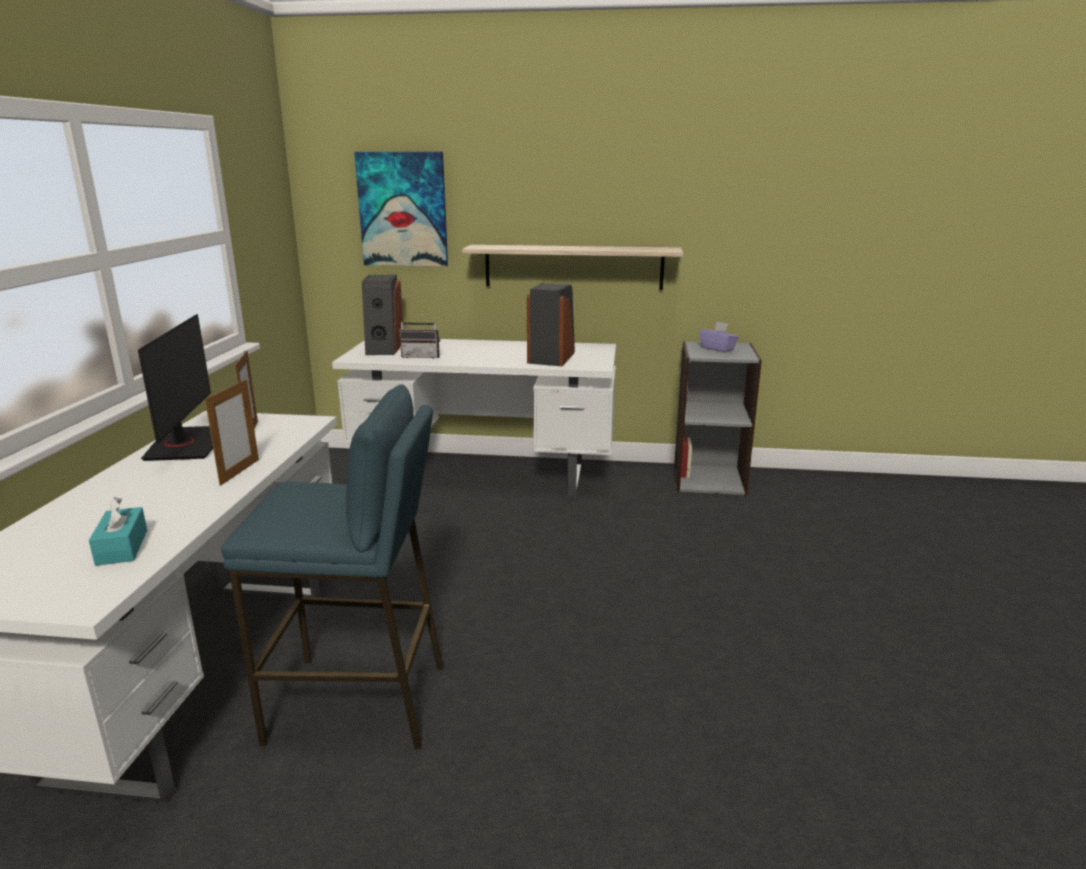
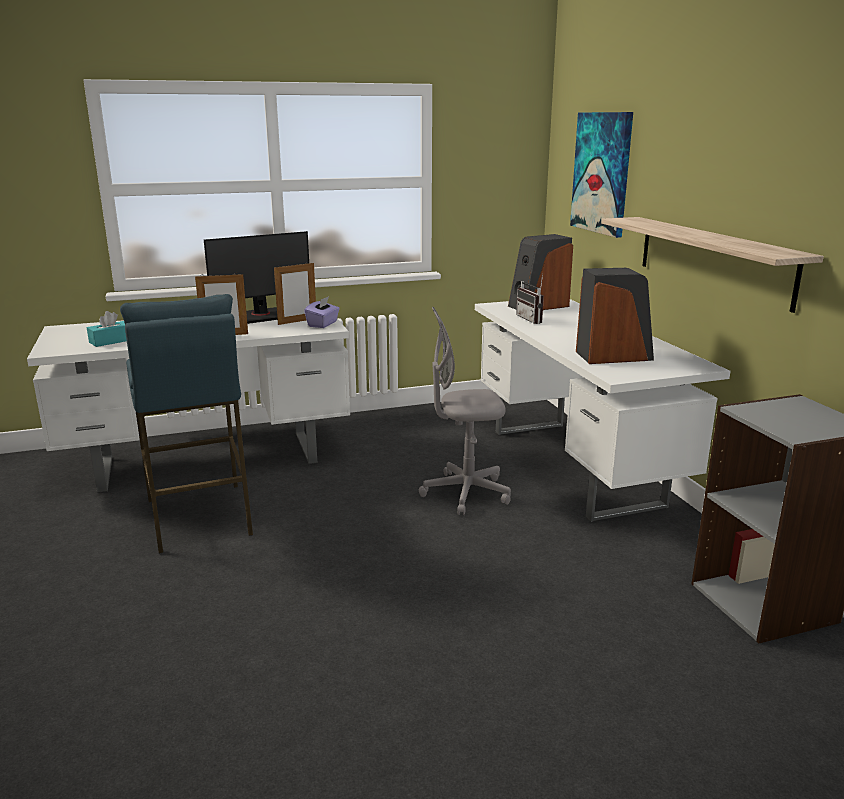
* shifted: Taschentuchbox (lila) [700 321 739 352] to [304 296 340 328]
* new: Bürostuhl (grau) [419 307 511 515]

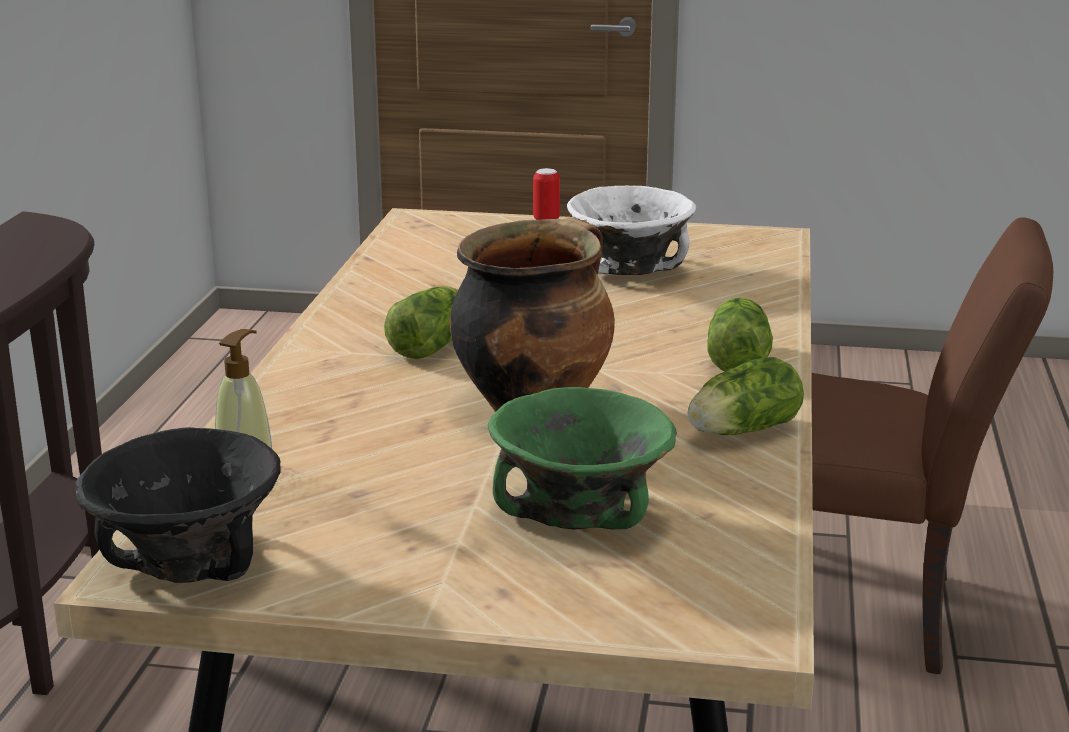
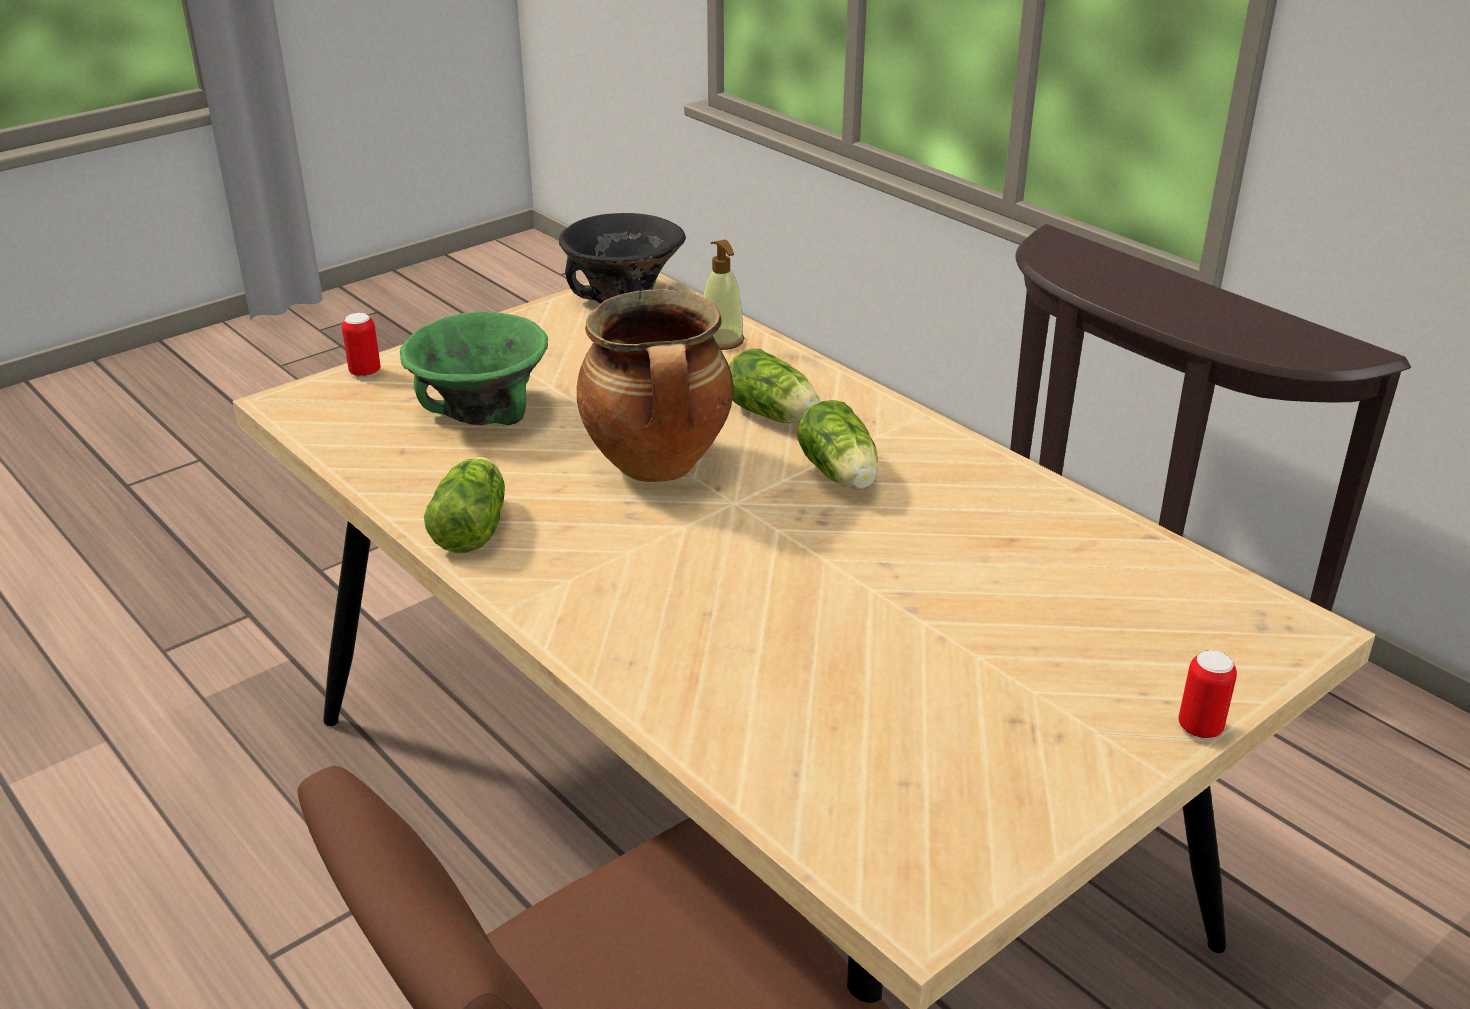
* new: Dose [342 313 381 377]
* shifted: Salatkopf [707 297 773 371] to [729 348 820 423]
* gone: Schüssel (weiß) [567 186 696 275]

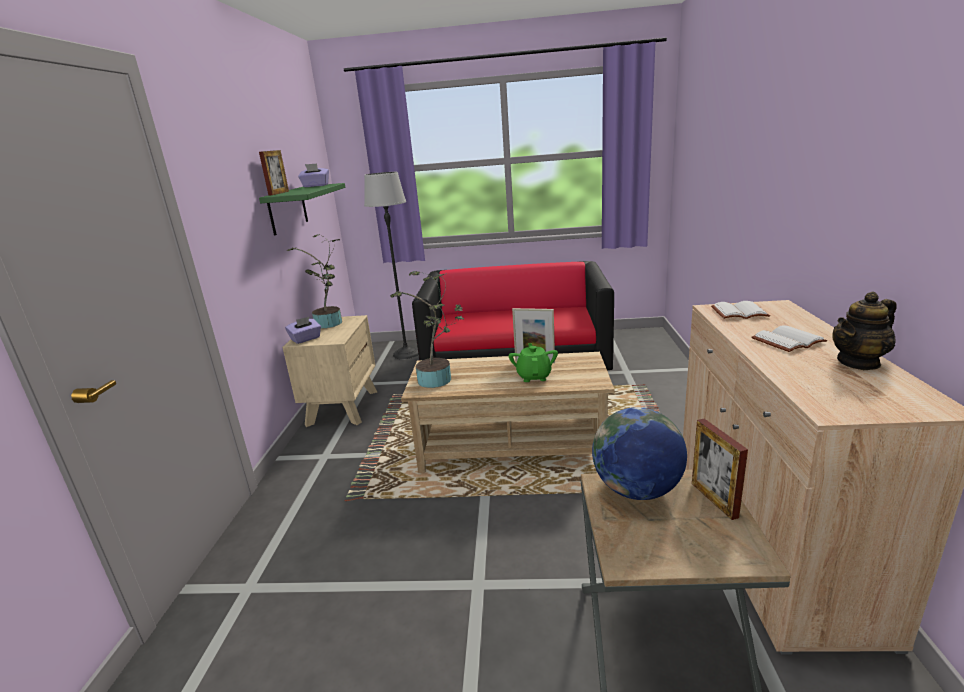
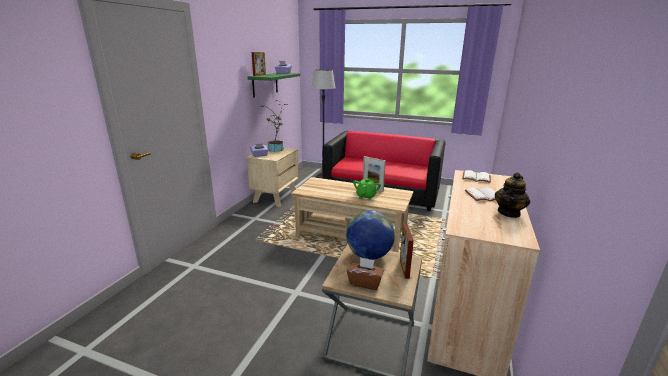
* new: Taschentuchbox (braun) [347 257 384 290]
* rotated: Teekanne [833 292 897 370] = [495 172 530 218] 45 degrees counterclockwise
* gone: Topfpflanze [390 271 465 388]

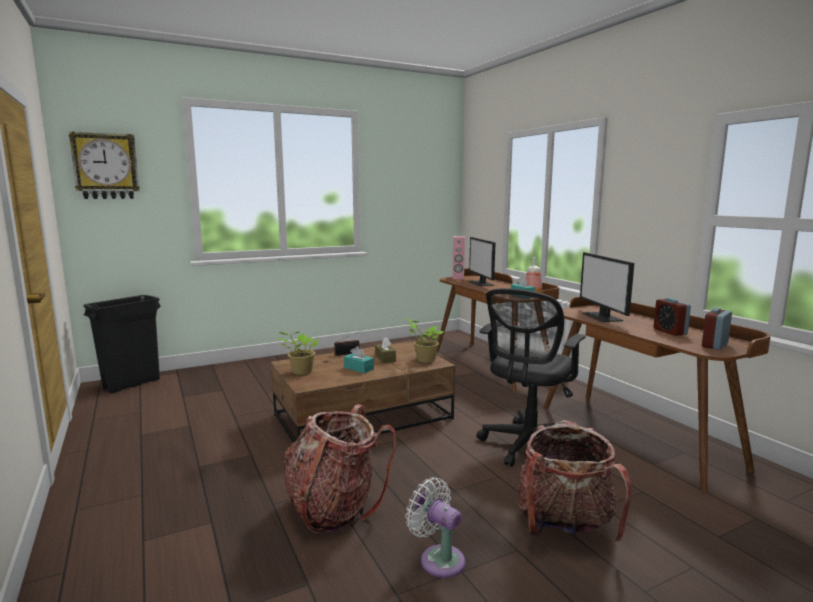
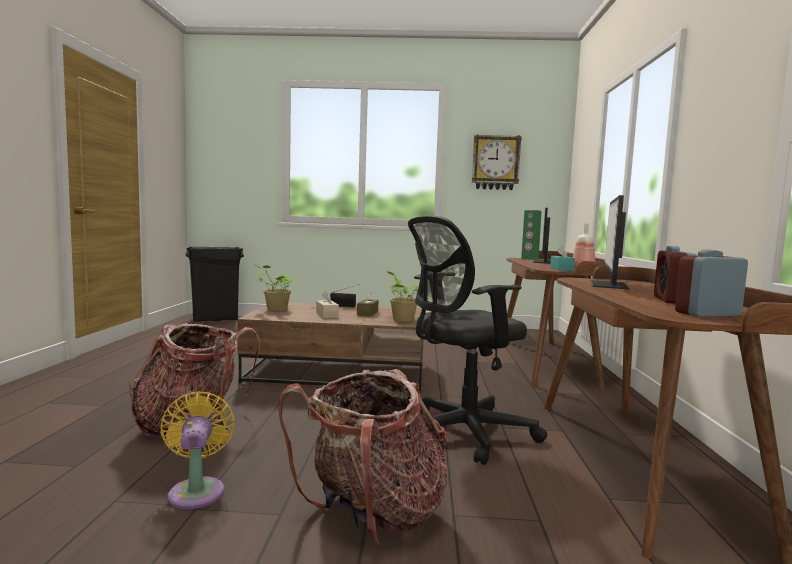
* repainted: Ventilator (weiß) [406 477 465 578] to Ventilator (gelb) [160 392 235 509]
* repainted: Taschentuchbox (türkis) [344 346 374 373] to Taschentuchbox (beige) [316 290 339 318]
* shifted: Wanduhr [69 132 140 199] to [472 134 522 190]
* repainted: Lautsprecher (rosa) [452 236 465 279] to Lautsprecher (grün) [521 210 542 260]

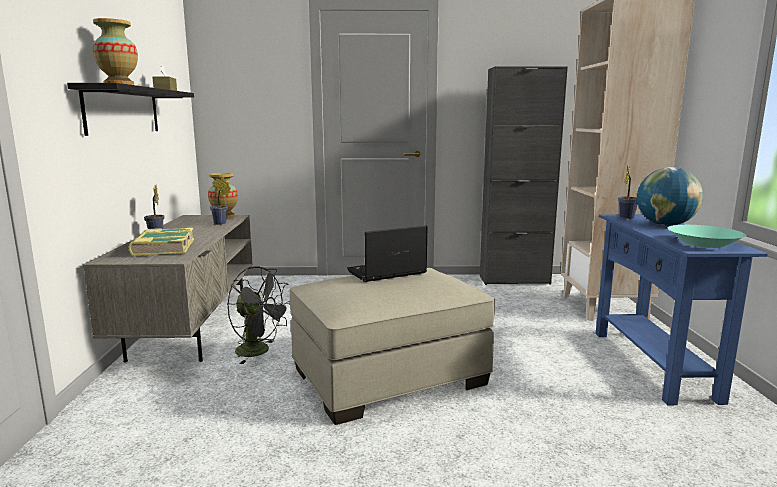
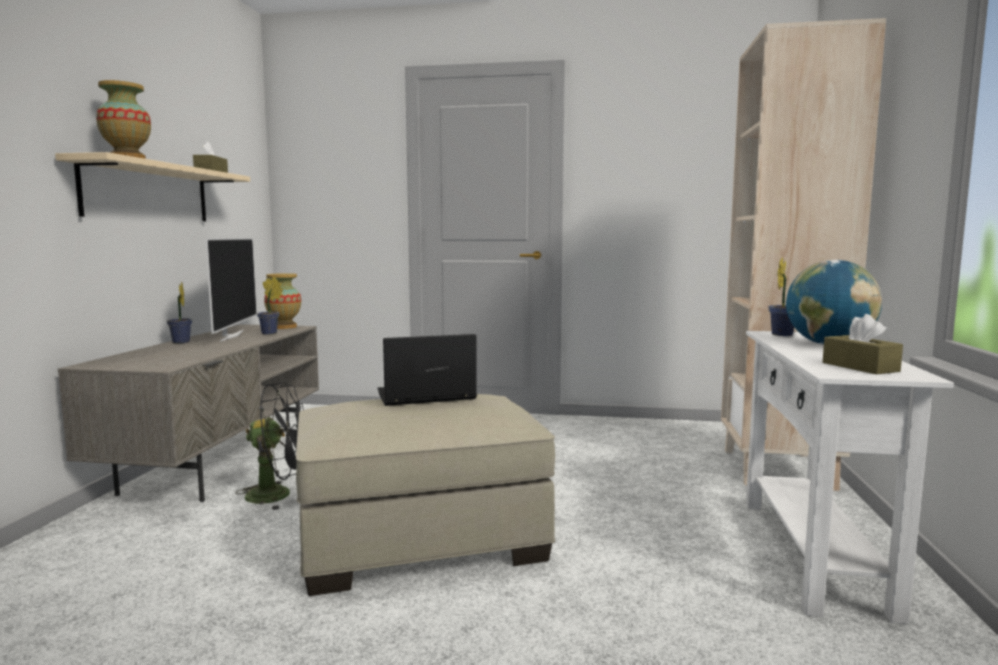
* repainted: Wandregal (schwarz) [67 83 194 136] to Wandregal (beige) [55 152 250 221]
* new: Fernseher [205 238 257 342]
* rotated: Ventilator (schwarz) [228 266 289 364] = [235 382 304 510] 45 degrees counterclockwise
* repainted: Konsolentisch (blau) [596 214 768 405] to Konsolentisch (weiß) [746 331 954 624]
* swapped: Schüssel (türkis) [668 225 746 248] to Taschentuchbox (braun) [823 314 903 375]
* gone: Buch [128 228 194 257]
* gone: Schrank (schwarz) [480 66 568 285]

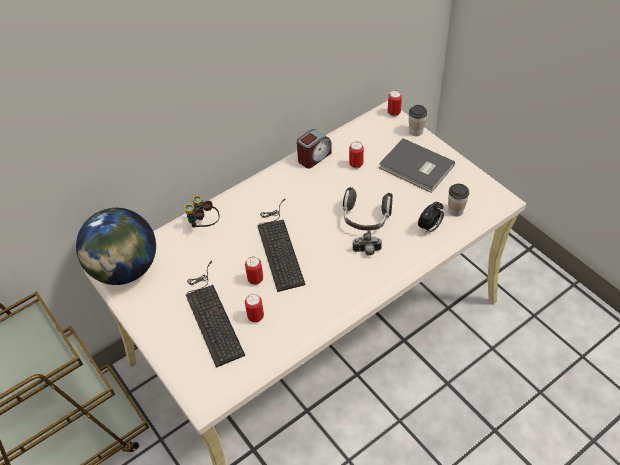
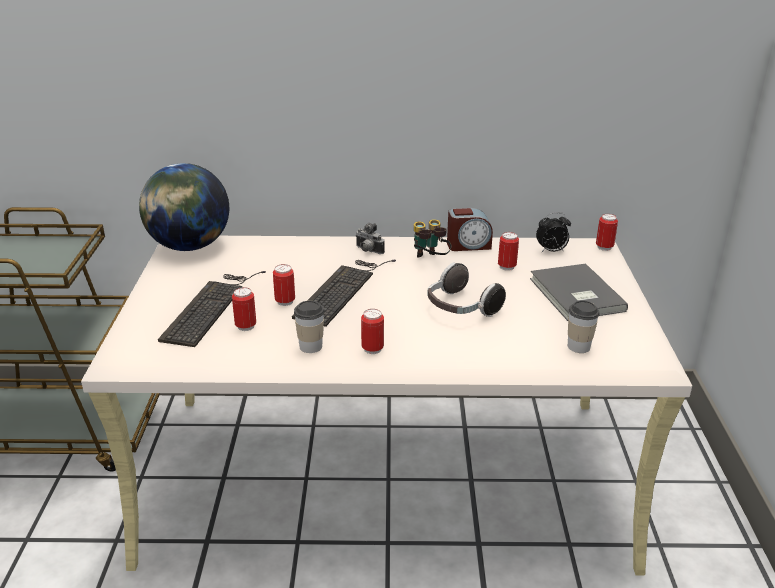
* shifted: Tasse [409 105 427 136] to [294 300 324 353]
* shifted: Kamera [353 230 382 256] to [355 223 385 254]
* new: Dose [361 309 384 354]
* shifted: Fernglas [184 196 220 228] to [414 219 452 257]
* shifted: Wecker [418 201 444 234] to [536 212 571 252]

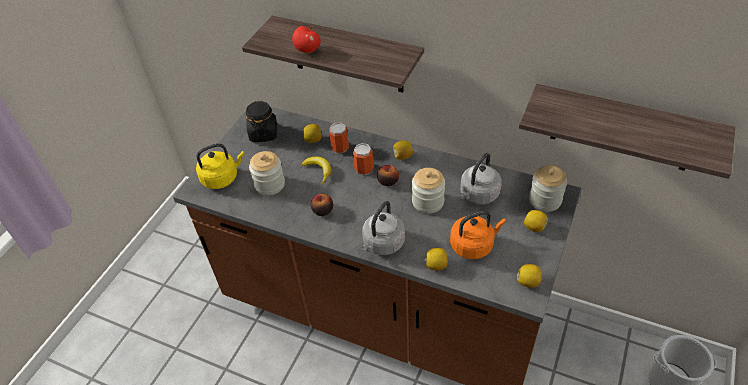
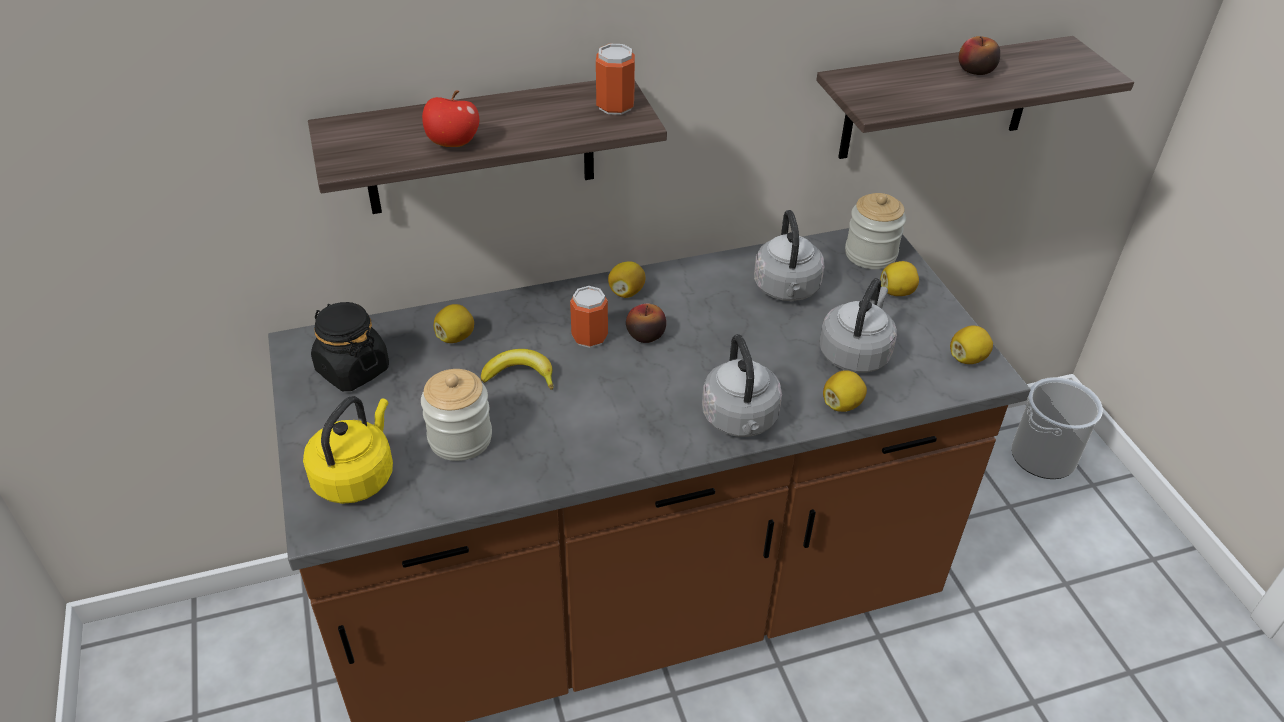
* shifted: Dose [329 122 349 153] to [596 44 635 115]
* repainted: Wasserkessel (orange) [450 210 506 259] to Wasserkessel (grau) [820 278 897 373]
* shifted: Apfel [311 194 333 216] to [959 36 1000 75]
* gone: Vorratsglas [412 168 445 214]

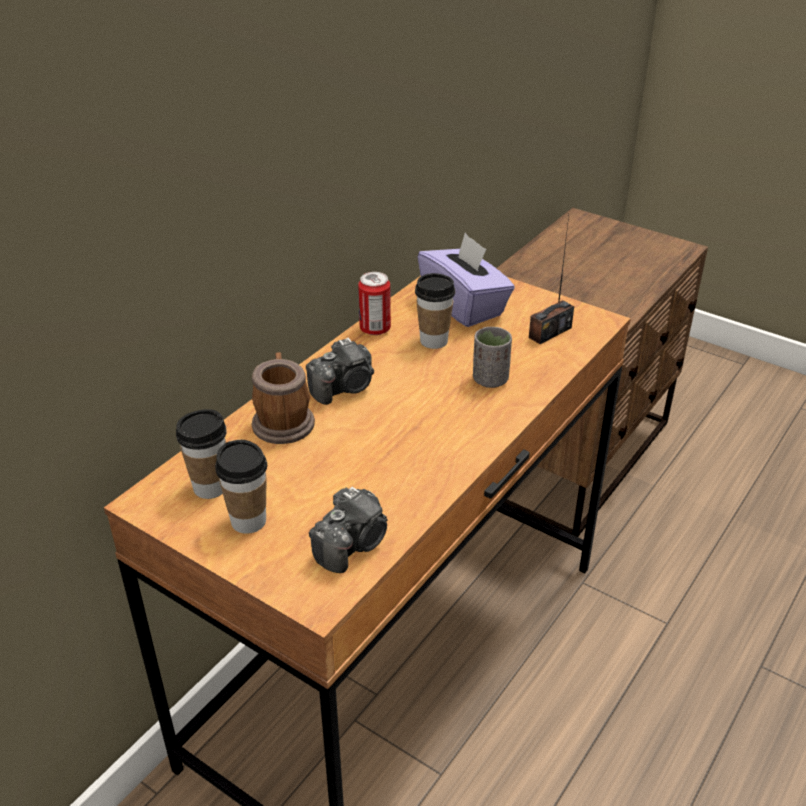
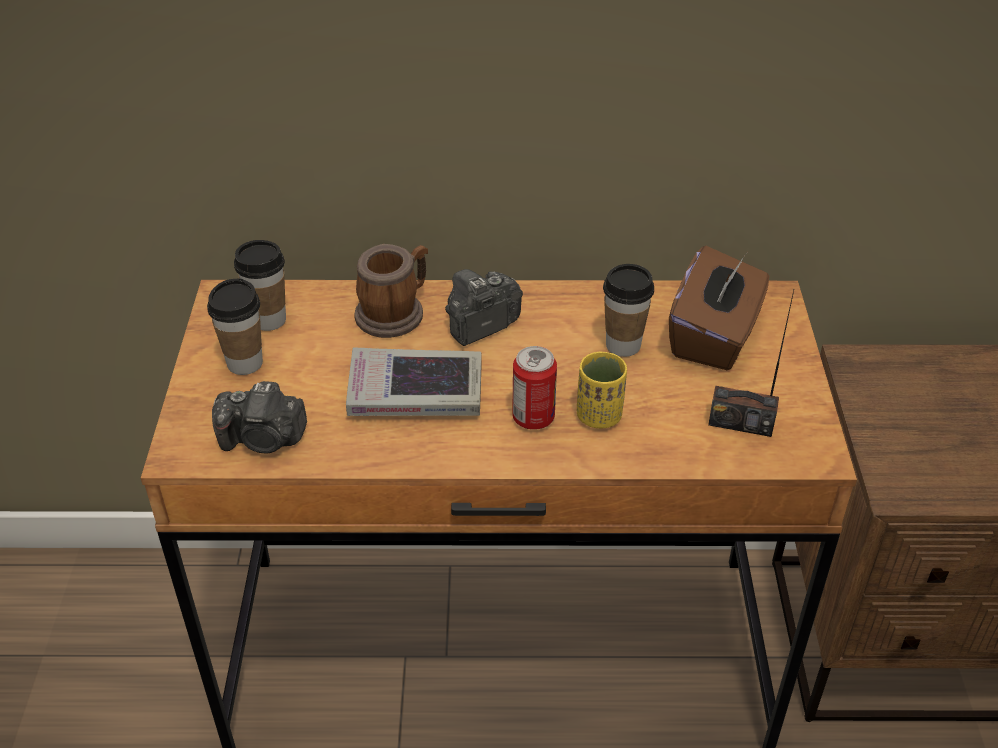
* new: Buch [346 347 482 416]
* rotated: Kamera [306 338 374 405] = [445 269 523 346] 120 degrees clockwise
* shifted: Dose [358 272 391 335] to [512 346 557 430]
* repainted: Tasse (grau) [473 327 512 388] to Tasse (gelb) [577 352 627 429]
* repainted: Taschentuchbox (lila) [418 233 515 327] to Taschentuchbox (braun) [669 246 769 370]

